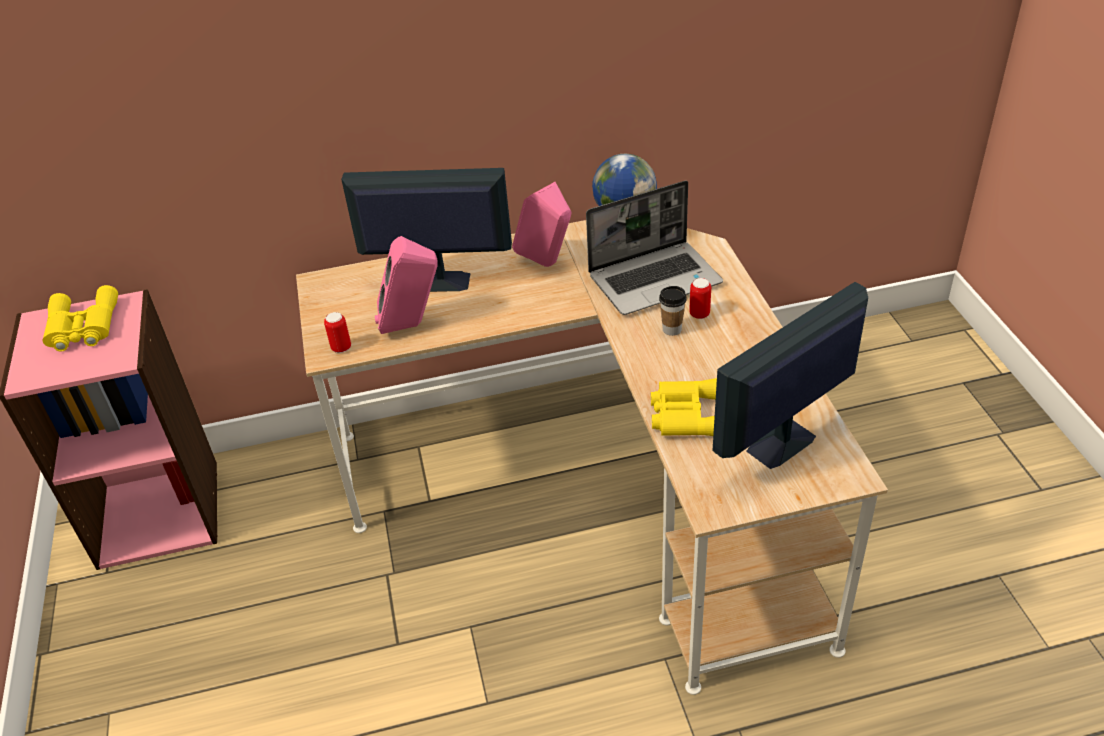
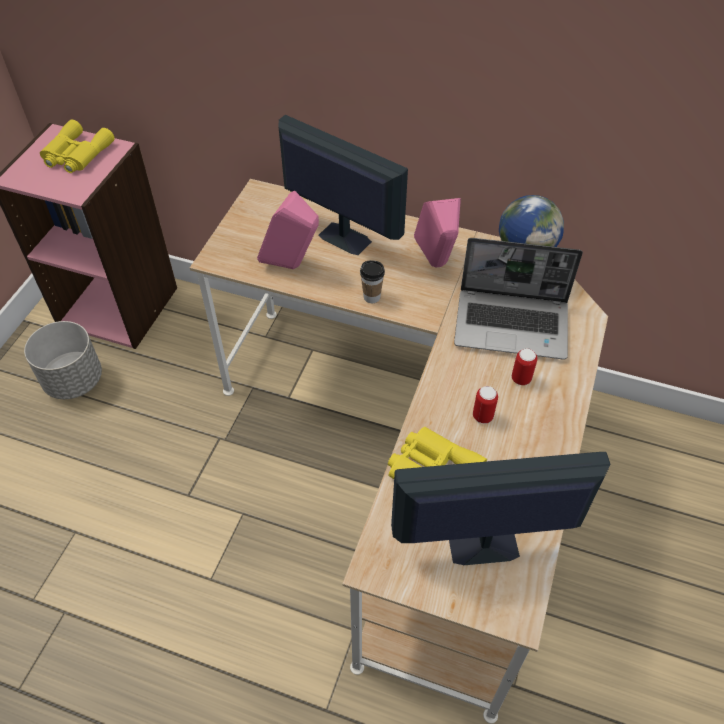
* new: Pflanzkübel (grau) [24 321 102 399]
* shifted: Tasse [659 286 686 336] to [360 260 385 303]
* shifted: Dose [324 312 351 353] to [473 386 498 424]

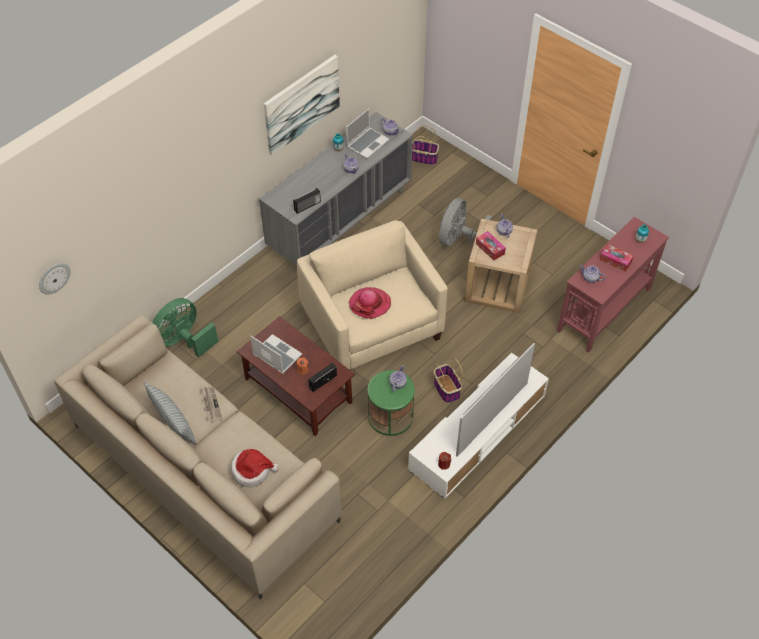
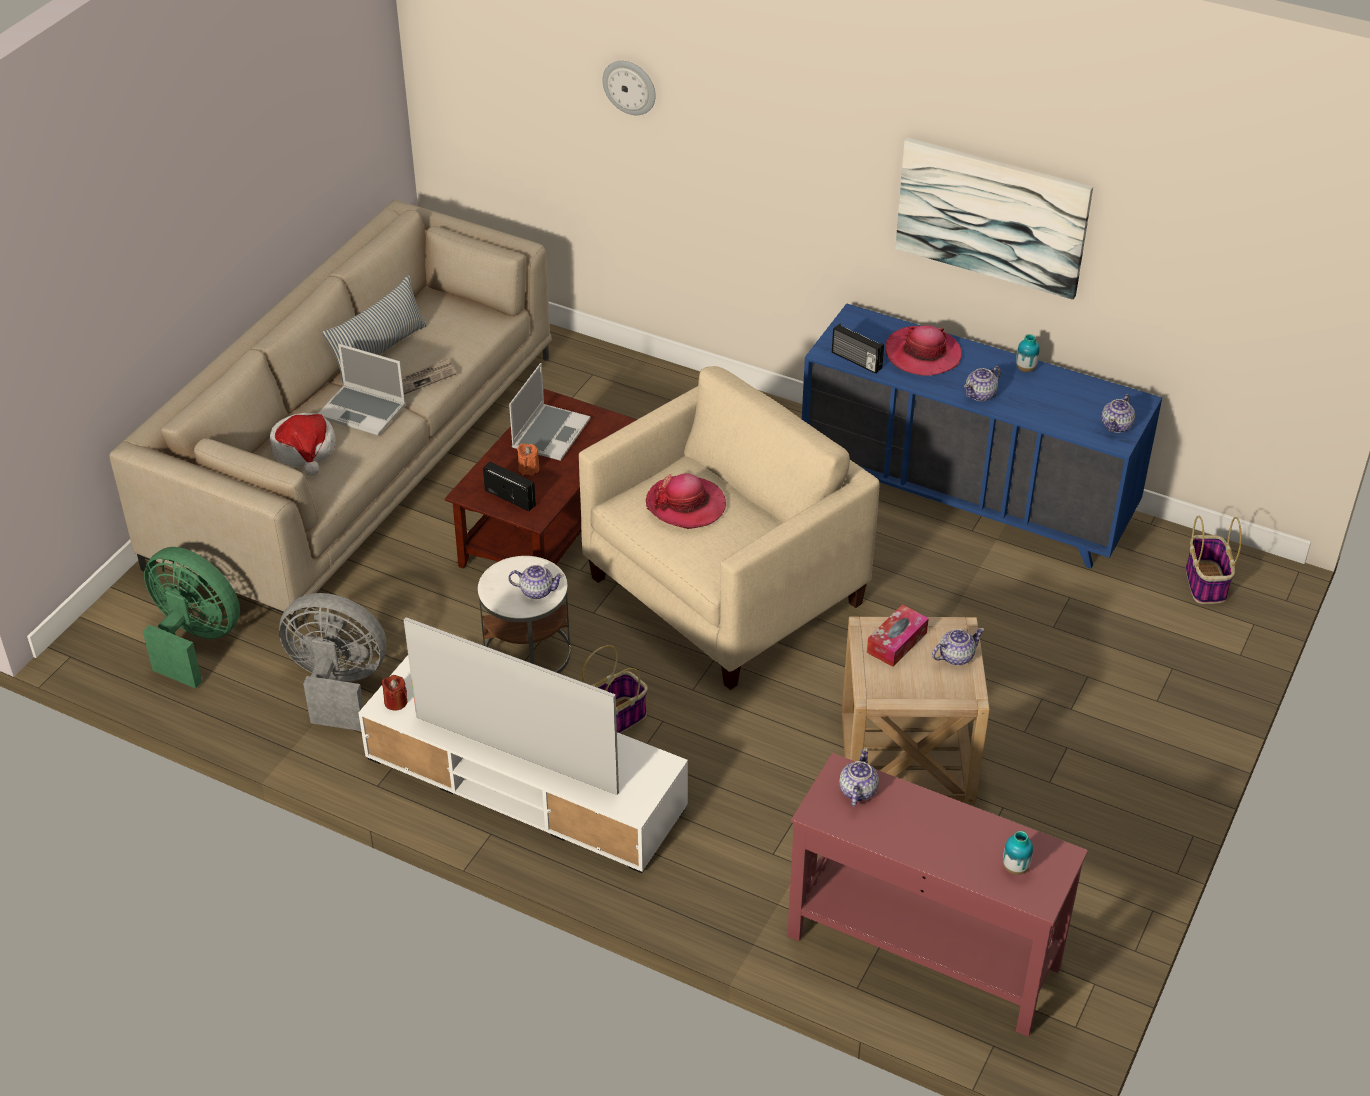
* shifted: Ventilator (grün) [152 298 218 357] to [143 547 240 689]
* shifted: Ventilator (grau) [439 198 492 246] to [279 593 386 731]
* shifted: Laptop [346 108 390 159] to [318 344 406 436]
* repainted: Beistelltisch (grün) [368 370 415 436] to Beistelltisch (weiß) [478 556 571 674]
* shifted: Wanduhr [39 263 71 294] to [602 61 656 115]
* repainted: Kommode (grau) [259 112 413 266] to Kommode (blau) [802 303 1162 569]
* new: Hut [885 325 962 376]
* gone: Taschentuchbox [599 244 634 272]

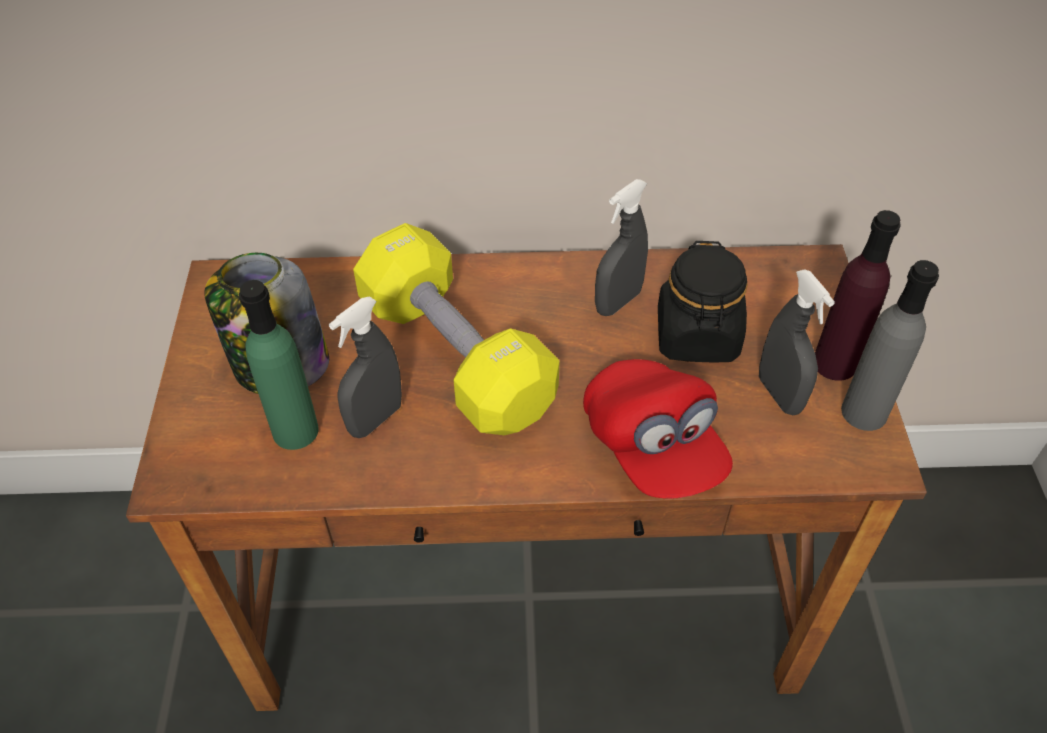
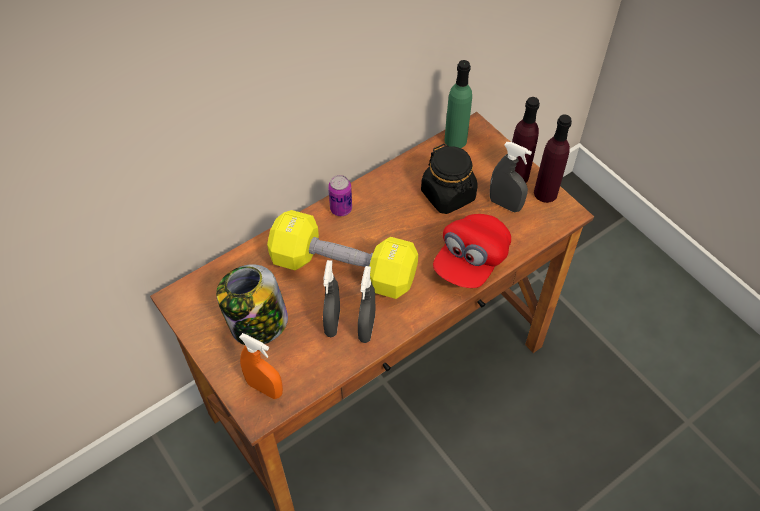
* new: Sprühflasche (orange) [239 333 283 399]
* new: Dose [328 175 352 216]
* shifted: Sprühflasche (grau) [595 179 648 316] to [358 266 375 343]
* rotated: Kappe (rot) [583 359 733 498] = [433 214 511 288] 90 degrees clockwise
* shifted: Flasche (grün) [239 280 319 450] to [444 60 472 148]
* repainted: Flasche (grau) [841 260 939 431] to Flasche (lila) [534 114 572 203]

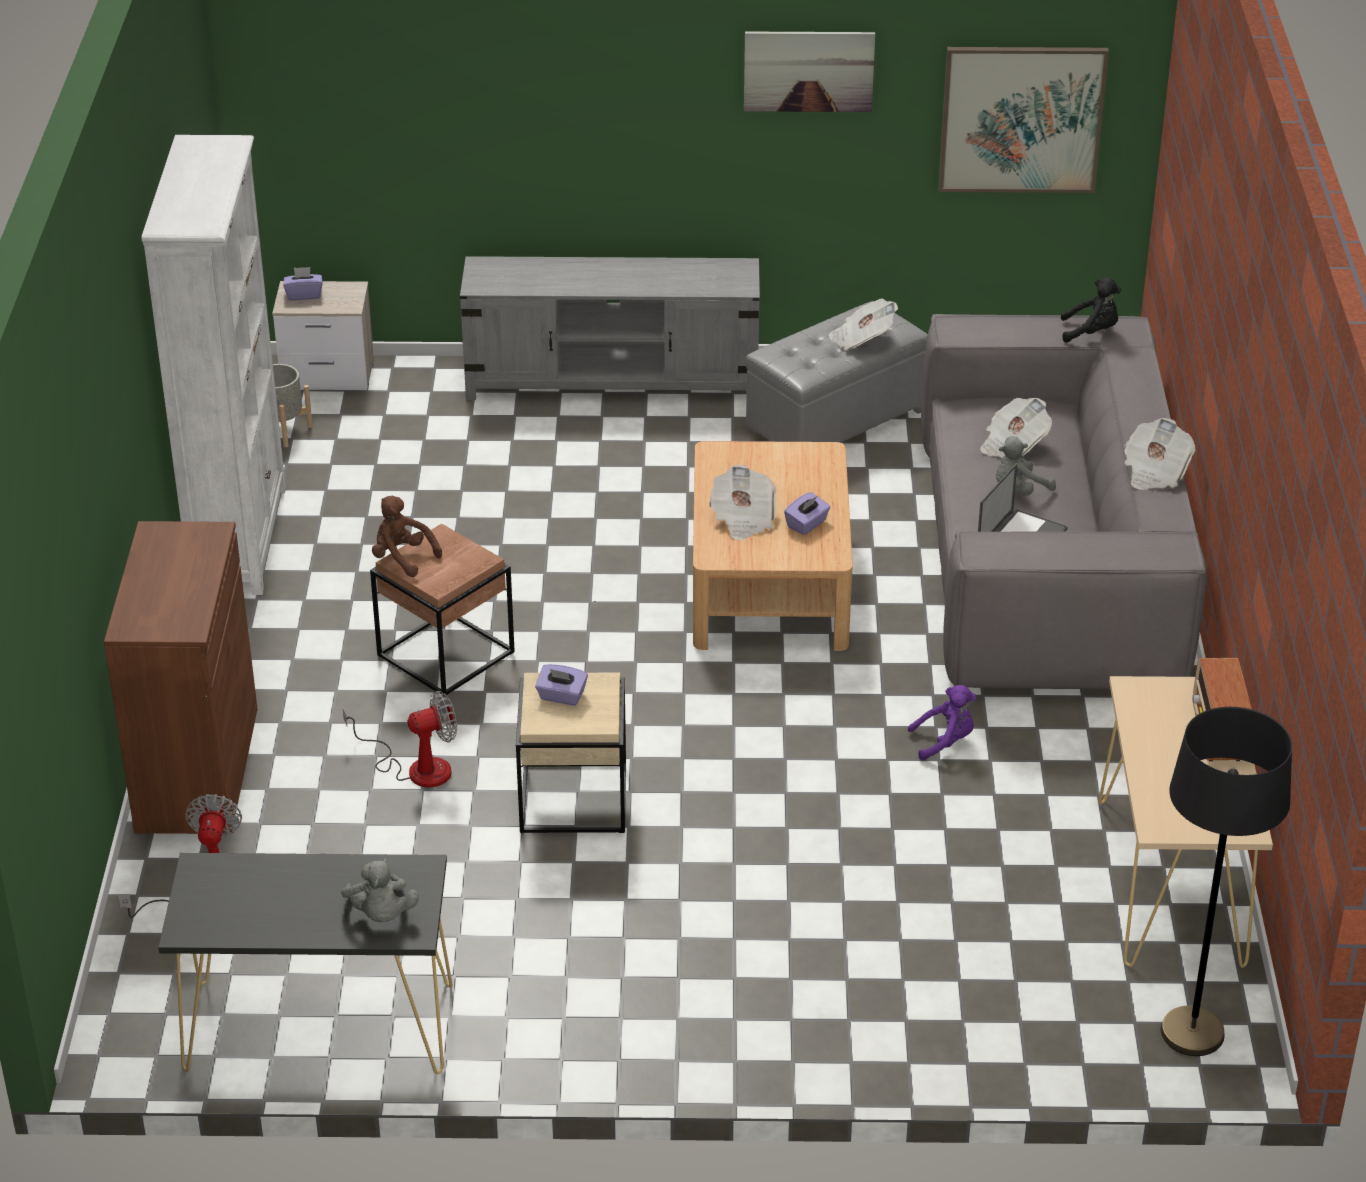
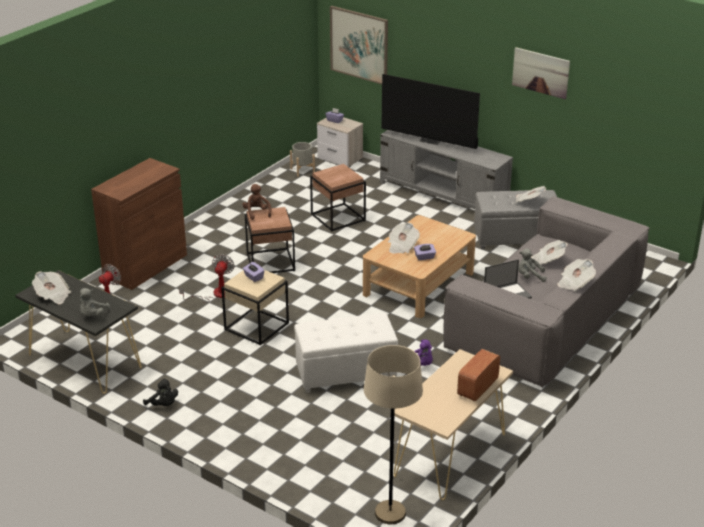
* new: Zeitung [32 271 71 304]
* shifted: Plüschtier (schwarz) [1061 278 1121 343] to [143 379 178 406]
* rotated: Ventilator [343 691 457 787] = [179 254 235 303] 90 degrees counterclockwise
* new: Polsterhocker (weiß) [294 313 398 393]
* new: Beistelltisch (braun) [310 164 366 232]
* shifted: Bild [938 47 1109 193] to [330 6 388 85]
* repainted: Stehlampe (schwarz) [1161 707 1292 1056] to Stehlampe (beige) [364 345 423 524]
* new: Fernseher [381 74 480 149]
* gone: Bücherregal (weiß) [142 135 286 595]

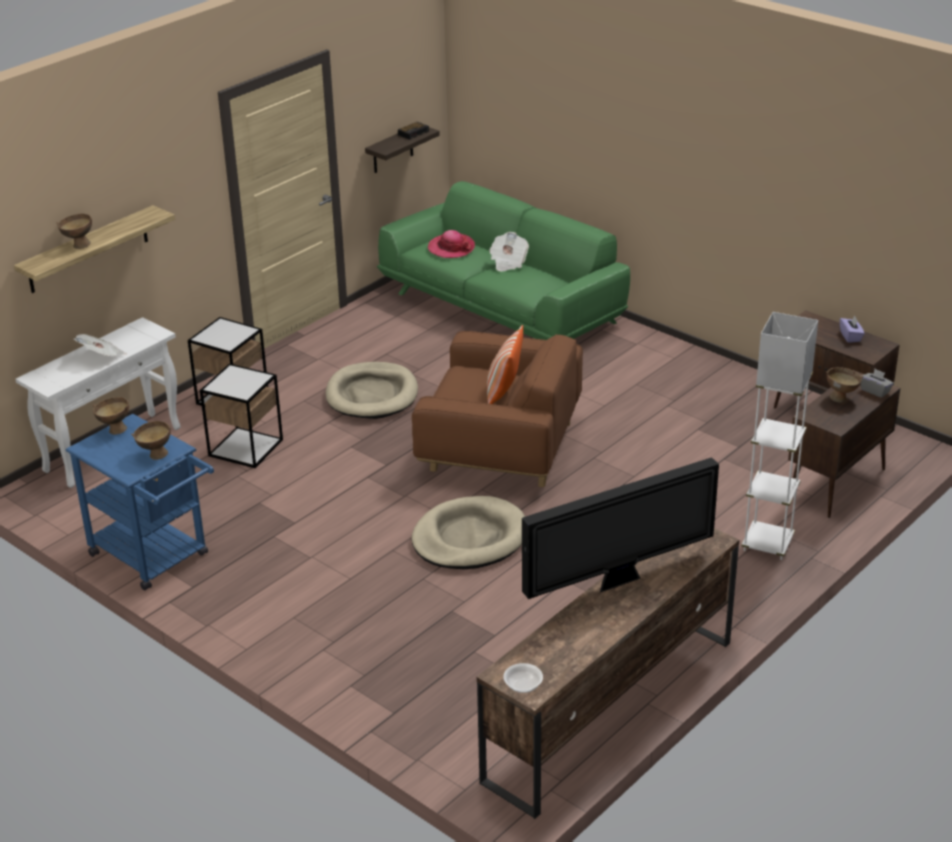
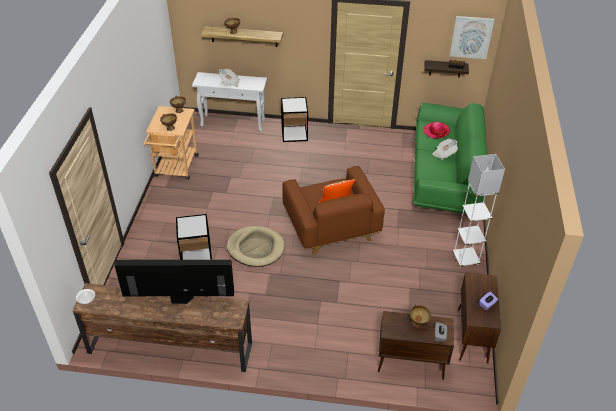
* rotated: Fernseher [522 457 719 599] = [114 260 234 304] 150 degrees clockwise
* repainted: Rollwagen (blau) [66 414 214 590] to Rollwagen (beige) [144 106 199 180]
* shifted: Beistelltisch [200 364 283 468] to [176 214 212 260]
* new: Bild [450 16 494 59]
* shifted: Stehlampe (weiß) [741 312 818 560] to [453 154 505 268]
* gone: Hundebett (beige) [325 362 418 419]

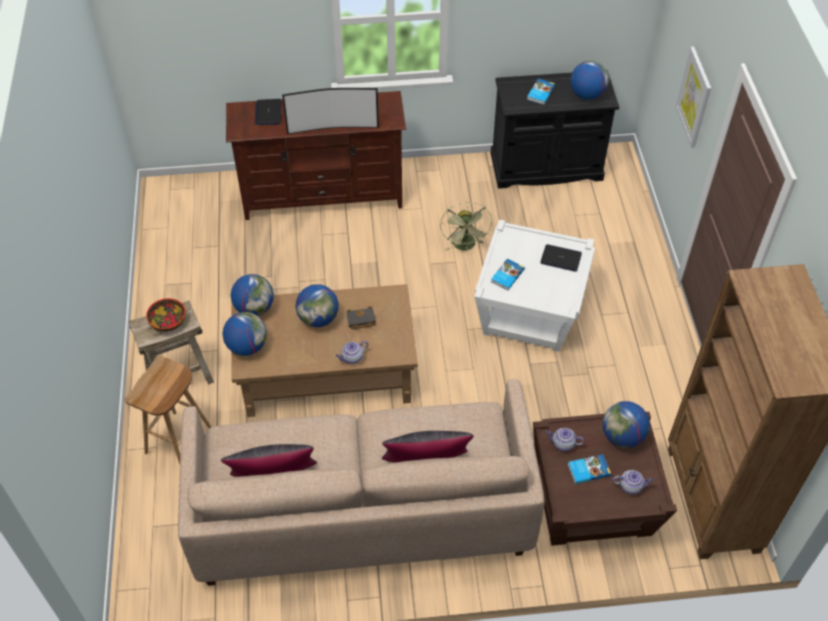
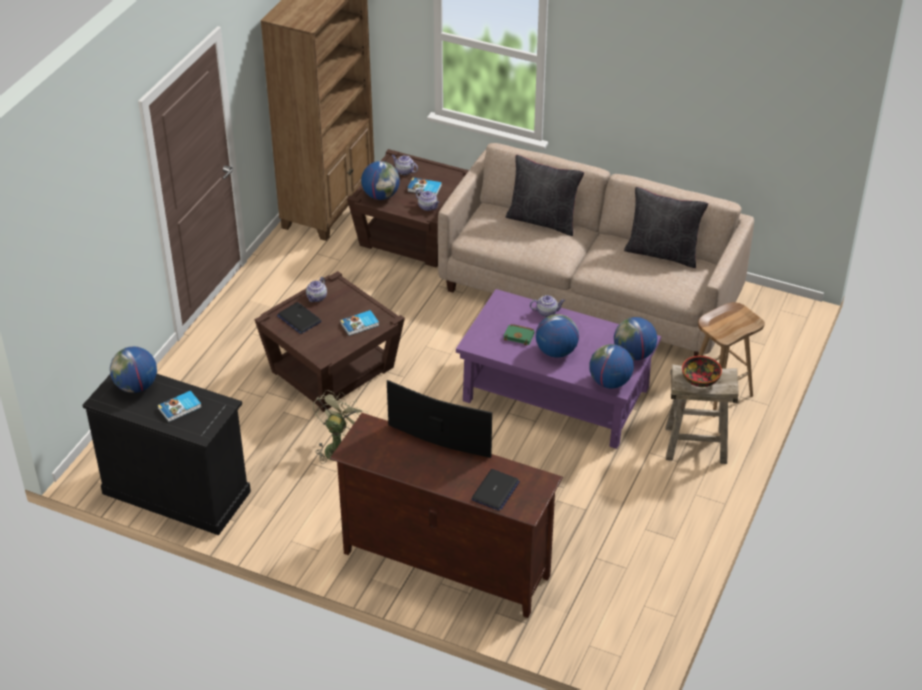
* repainted: Beistelltisch (weiß) [474 220 595 352] to Beistelltisch (braun) [254 271 405 412]
* new: Teekanne [306 277 327 302]
* repainted: Couchtisch (braun) [232 284 418 417] to Couchtisch (lila) [456 289 661 449]
* repainted: Buch (schwarz) [346 306 376 329] to Buch (grün) [504 324 534 345]
* gone: Bild [676 47 711 148]

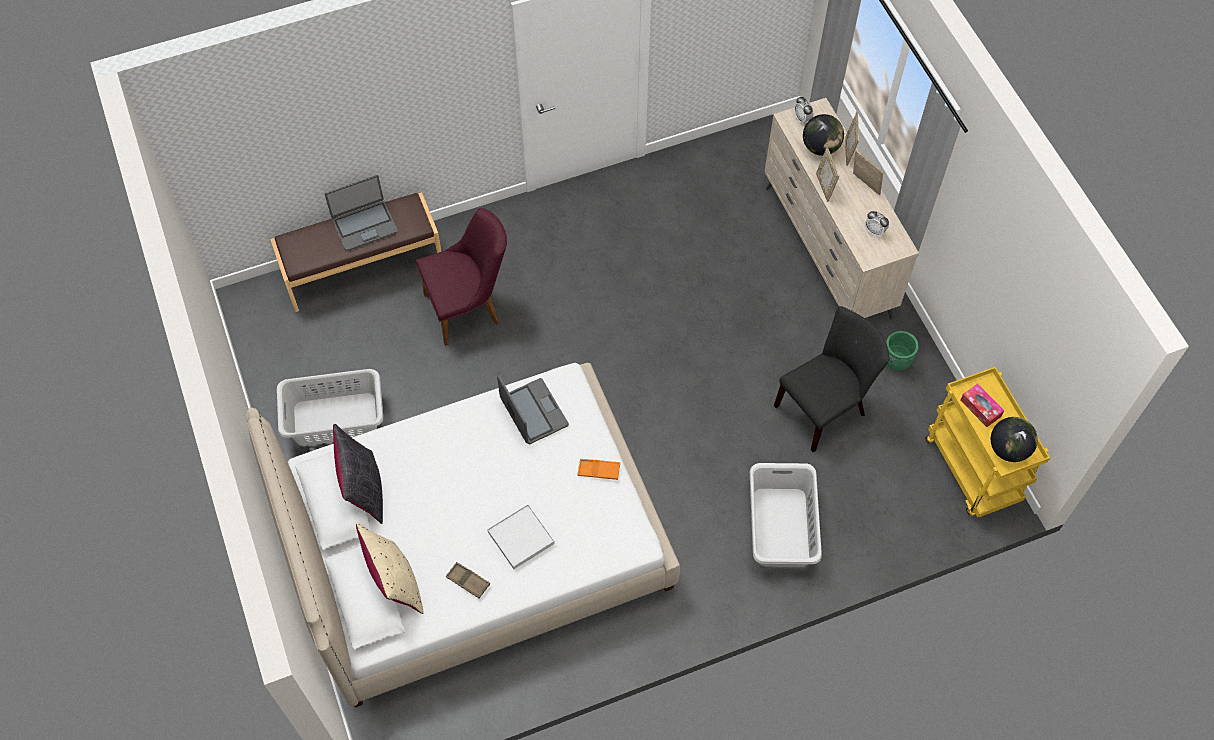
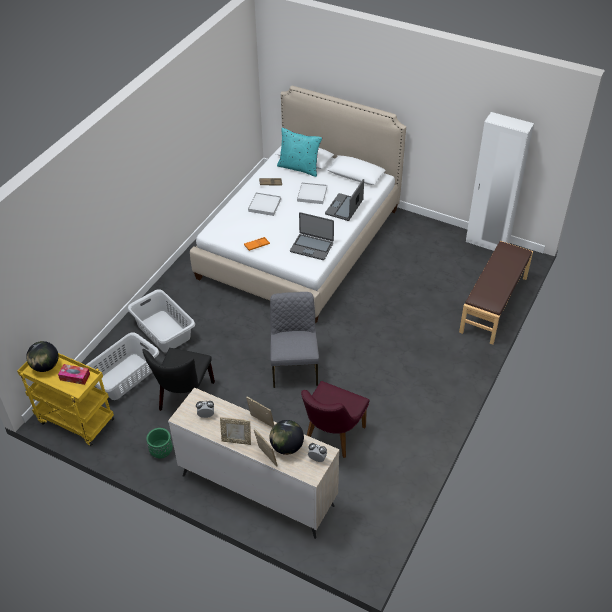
* shifted: Wäschekorb (grau) [277 369 383 446] to [86 332 159 400]
* new: Stuhl (grau) [270 292 319 388]
* repainted: Kissen (beige) [356 523 424 614] to Kissen (türkis) [277 128 322 177]
* new: Tablett (weiß) [297 182 327 204]
* shifted: Stuhl (lila) [415 208 507 346] to [301 381 370 458]
* shifted: Laptop [325 175 398 251] to [325 179 364 221]
* new: Kleiderschrank (weiß) [466 112 534 251]
* gone: Kissen (schwarz) [333 424 383 524]

